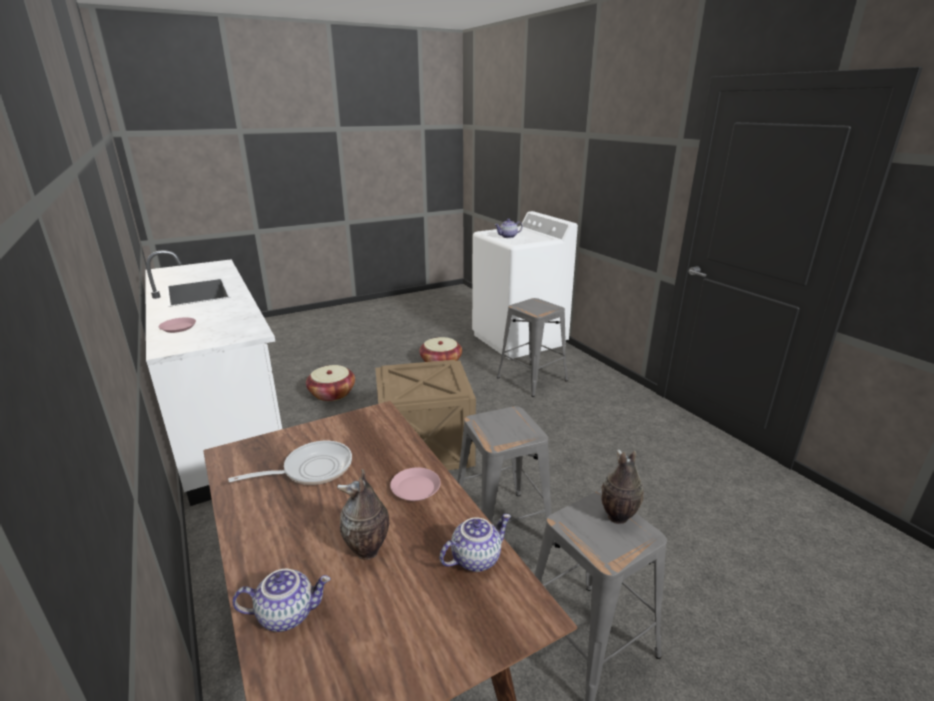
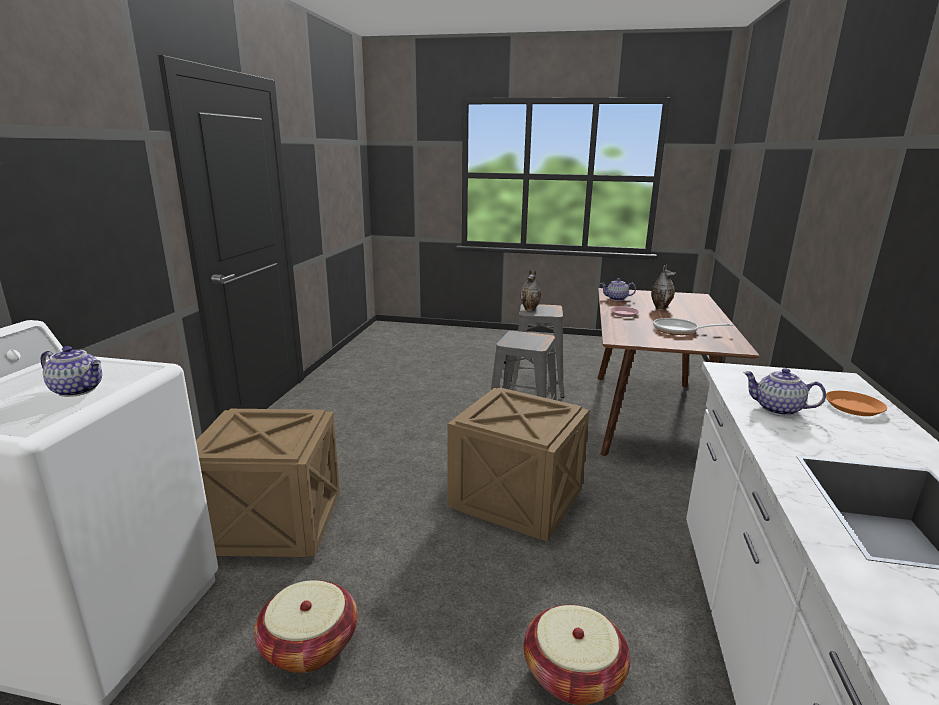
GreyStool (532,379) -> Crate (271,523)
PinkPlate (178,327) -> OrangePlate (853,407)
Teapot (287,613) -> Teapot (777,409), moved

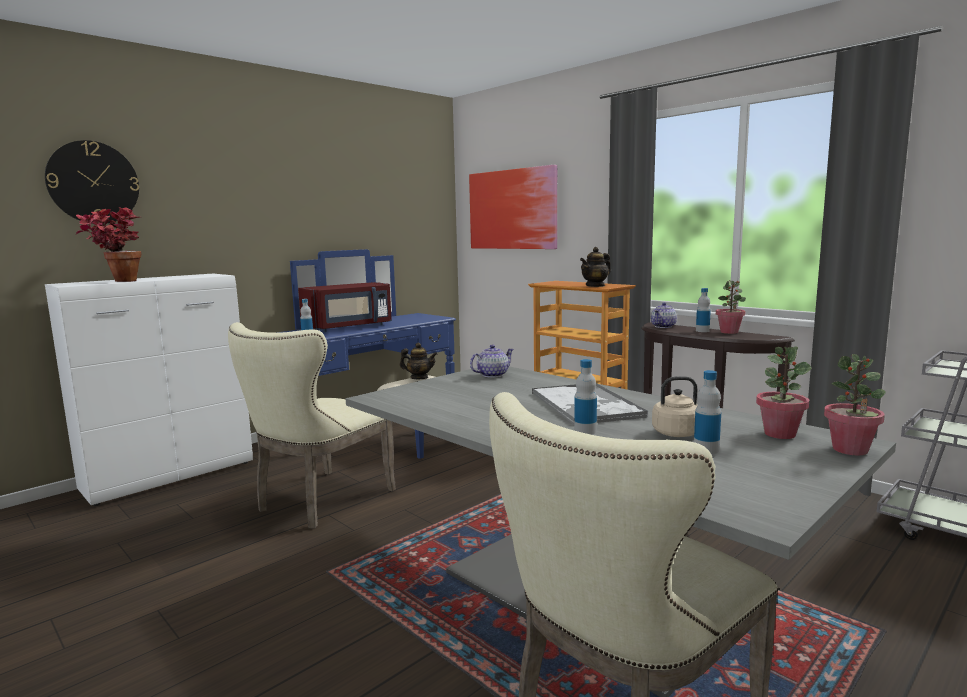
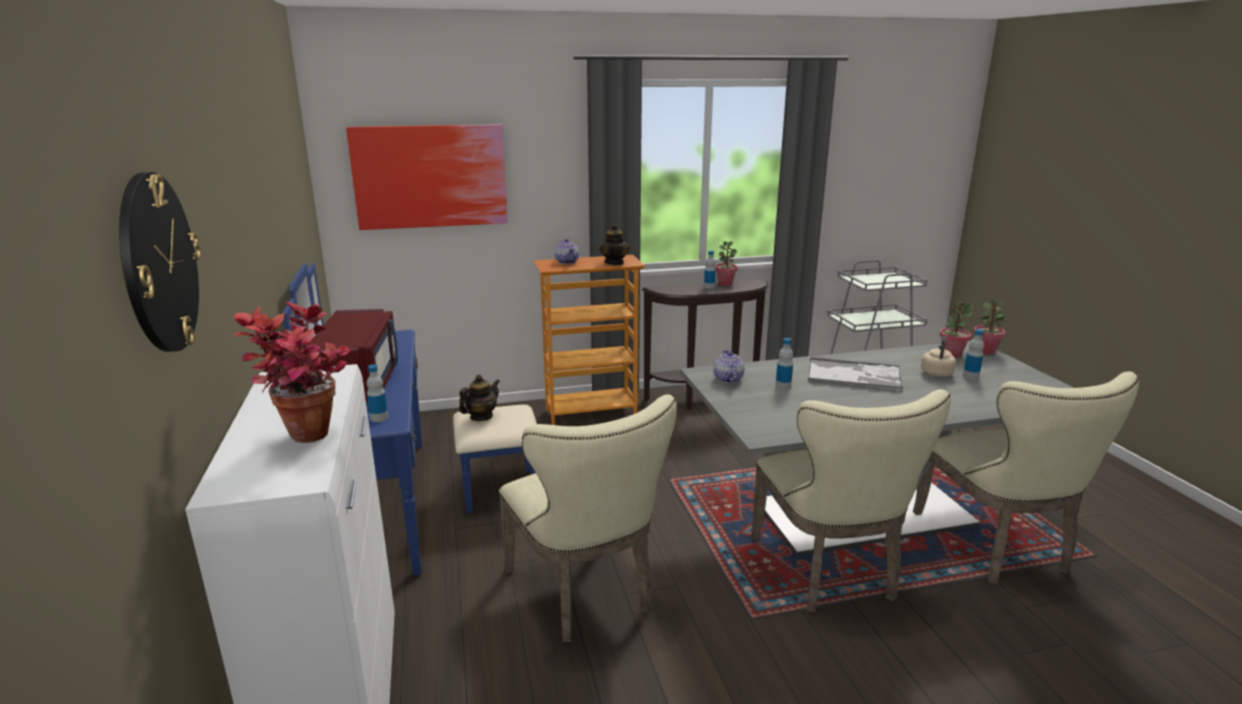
Teapot (663,326) -> Teapot (567,262), moved
Bottle (585,431) -> Bottle (783,386), moved
none -> BeigeChair (829,572)

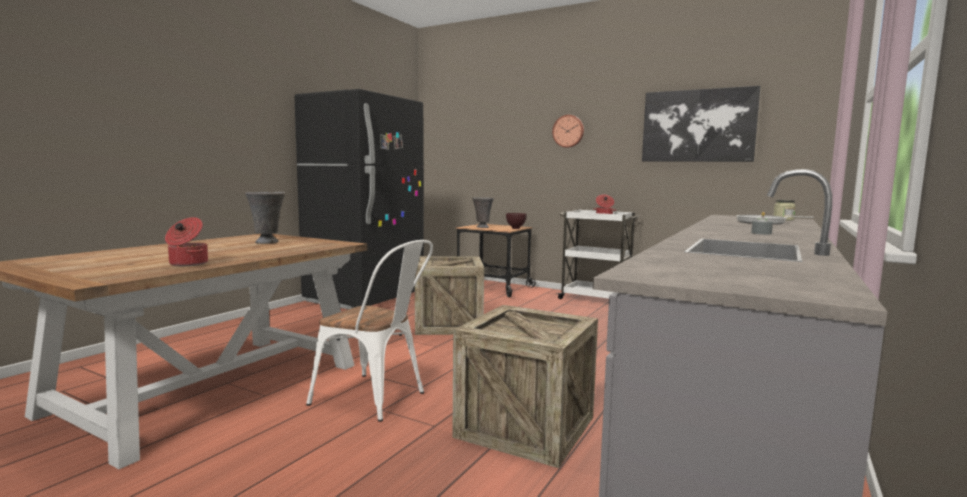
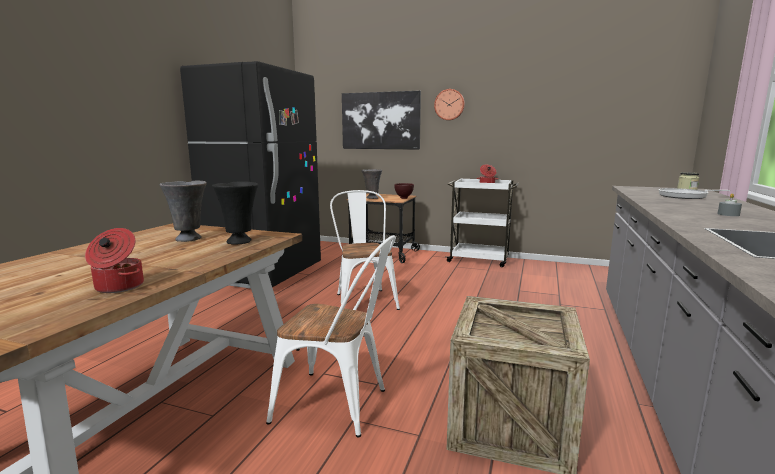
Picture (698,126) -> Picture (380,121), moved
Crate (448,324) -> WhiteChair (363,299)
none -> BlackVase (240,241)

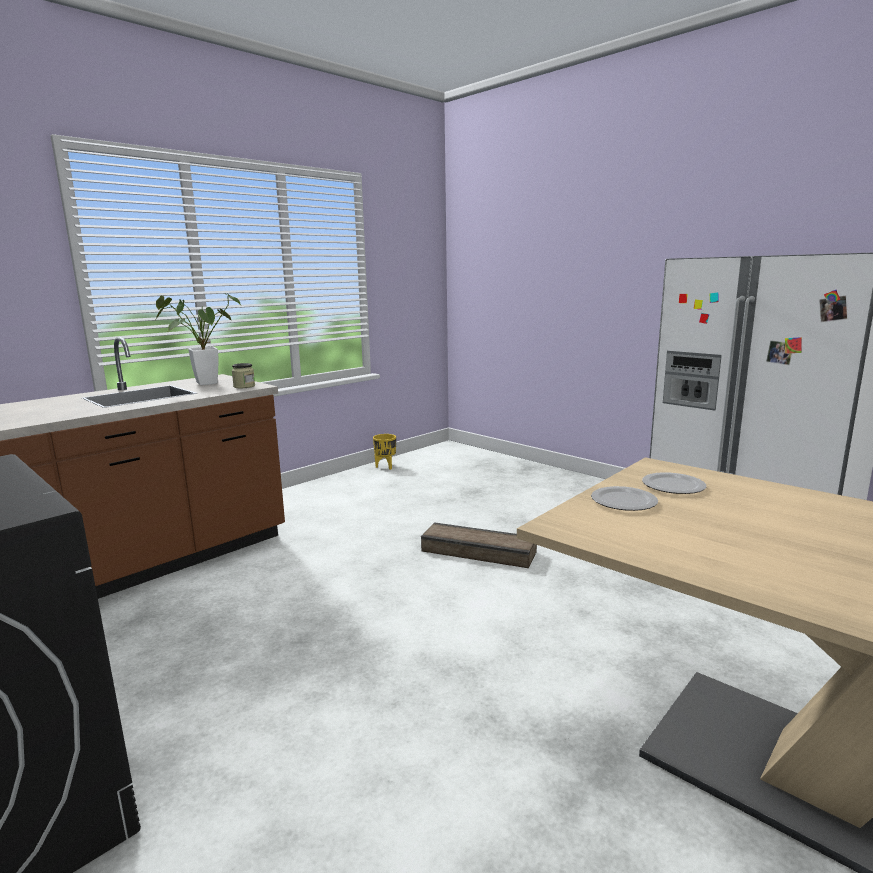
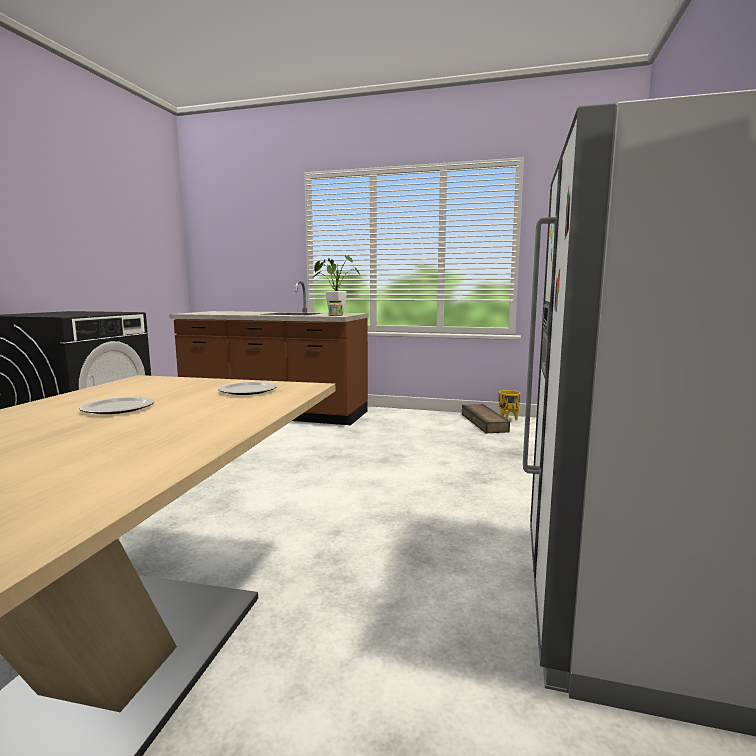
Plate (622,501) -> Plate (118,408), moved
Crate (478,550) -> Crate (484,422), moved

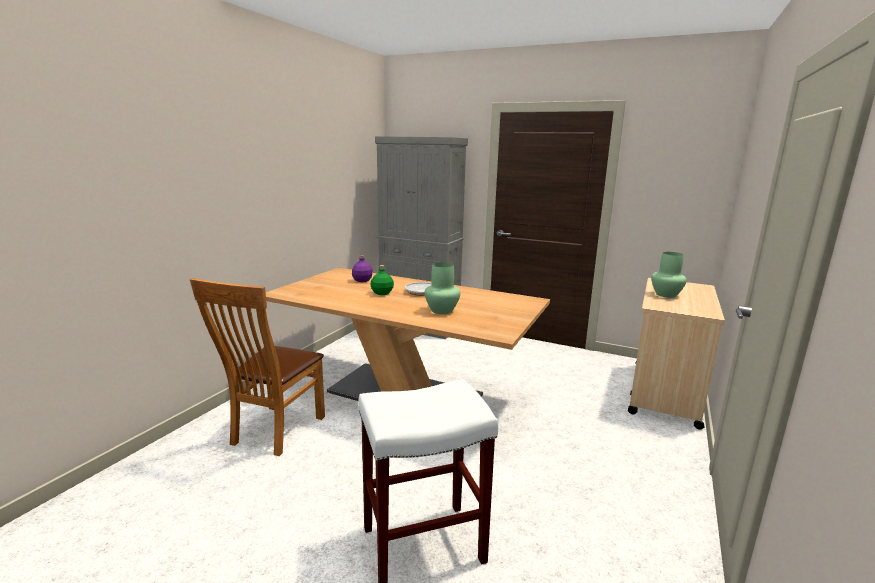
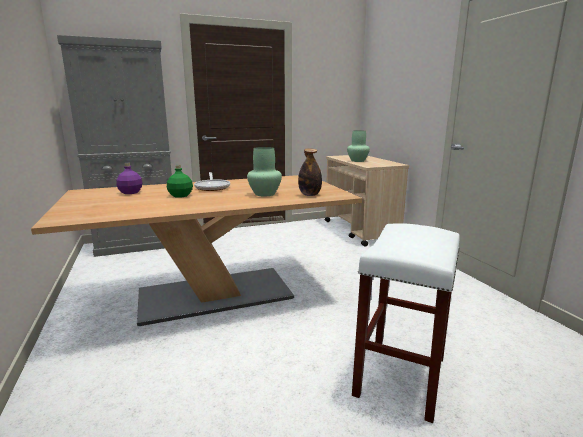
BrownChair (274,432) -> none
none -> Bottle (309,195)

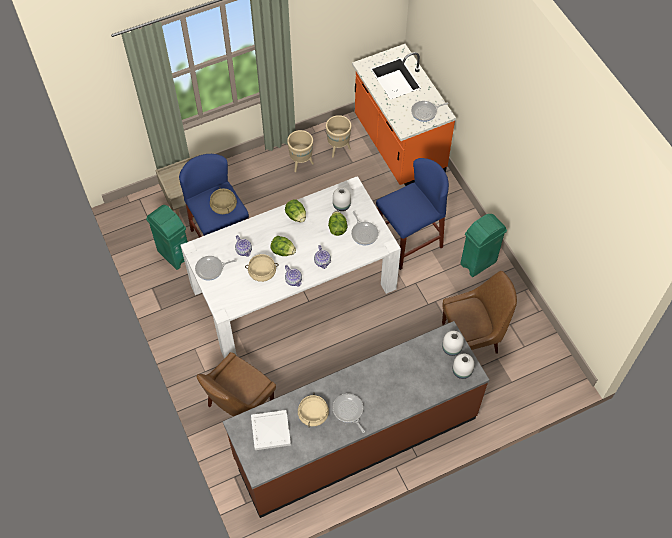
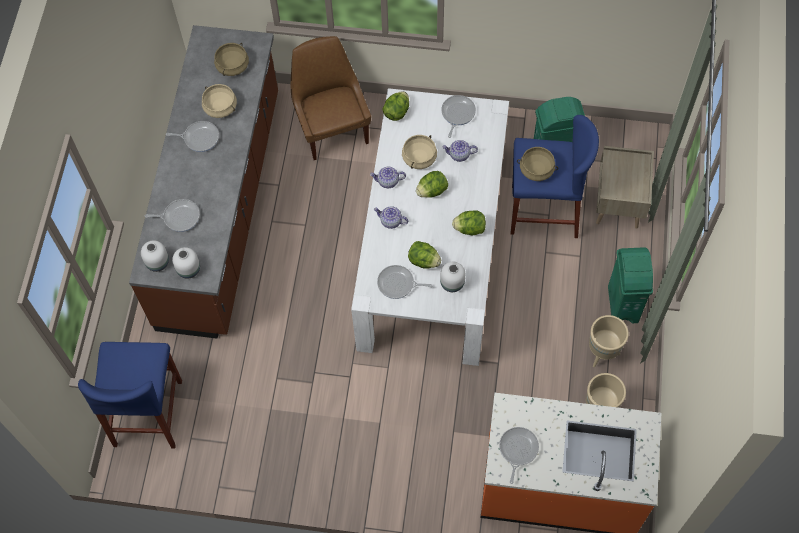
BlueStool (409,243) -> BlueStool (148,413), moved
GreenTrashCan (477,263) -> GreenTrashCan (623,304), moved
BrownChair (472,337) -> none
WhiteTray (271,430) -> BeigeCookingPot (233,66)
none -> Lettuce (396,112)
none -> FryingPan (179,217)

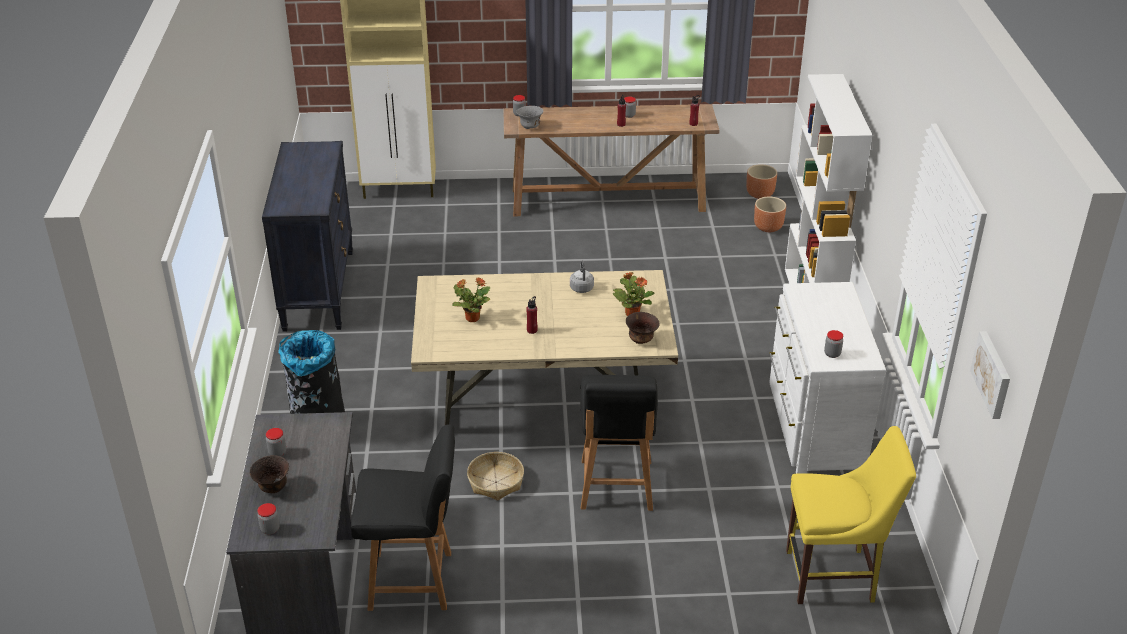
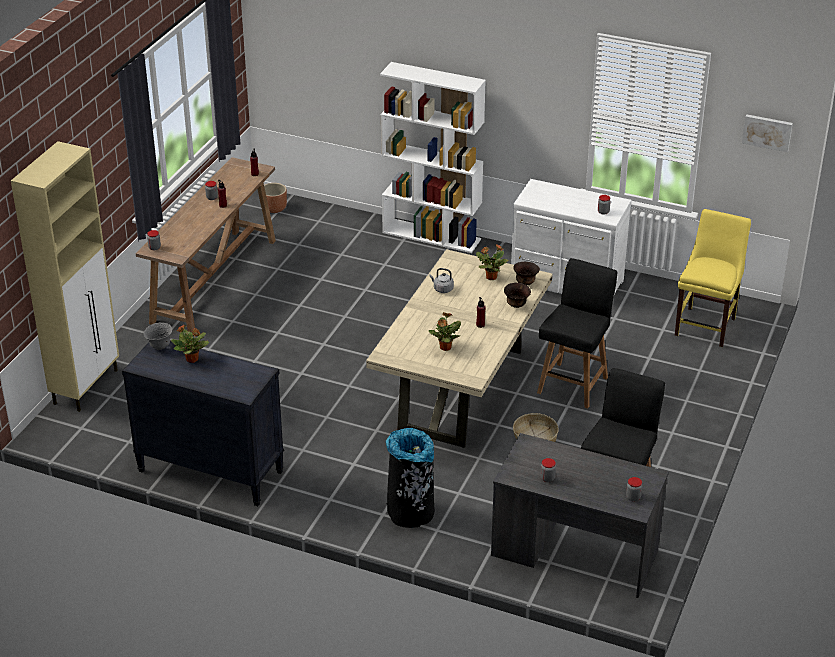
GreyBowl (530,127) -> GreyBowl (160,346), moved
BrownPlanter (768,227) -> none
BlackChair (616,486) -> BlackChair (573,384), 90 degrees counterclockwise
BrownBowl (273,488) -> BrownBowl (516,305), moved
none -> PottedPlant (192,359)

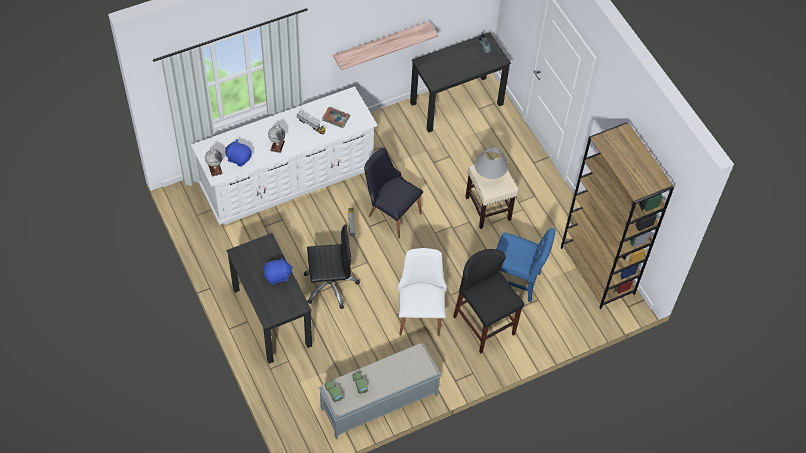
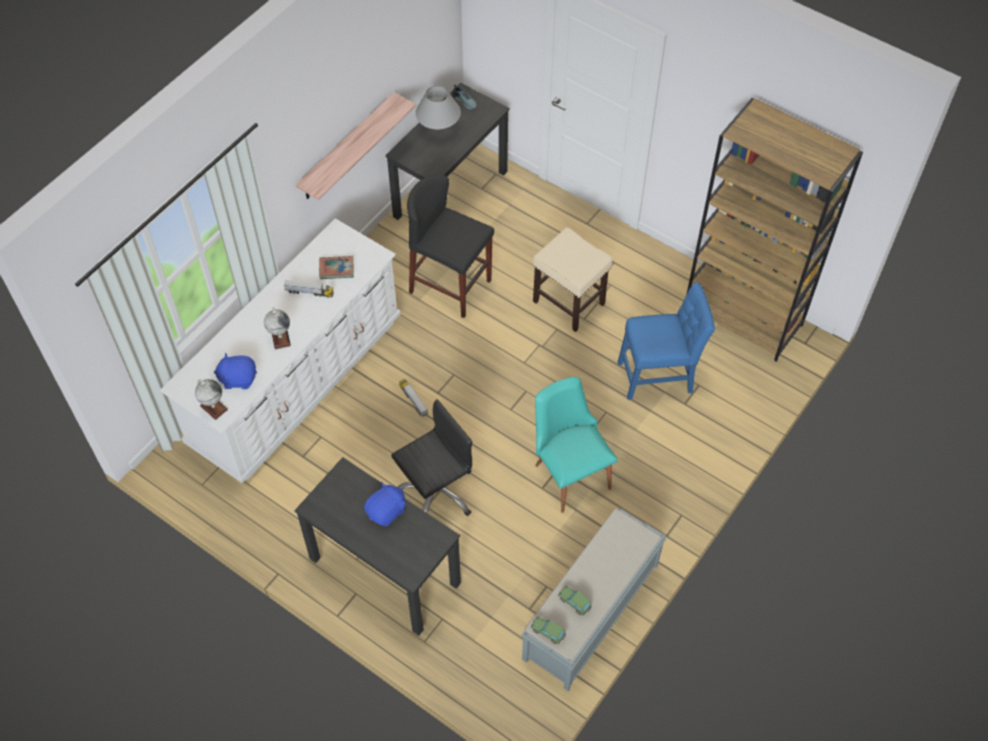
GreyTableLamp (489,175) -> GreyTableLamp (438,130), moved
BlackChair (390,212) -> none
WhiteChair (420,312) -> TurquoiseChair (569,470)
BlackStool (484,325) -> BlackStool (450,286), moved

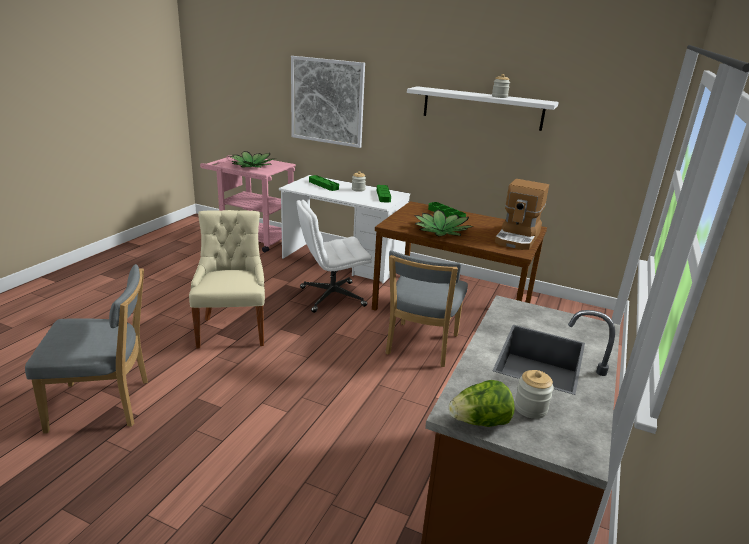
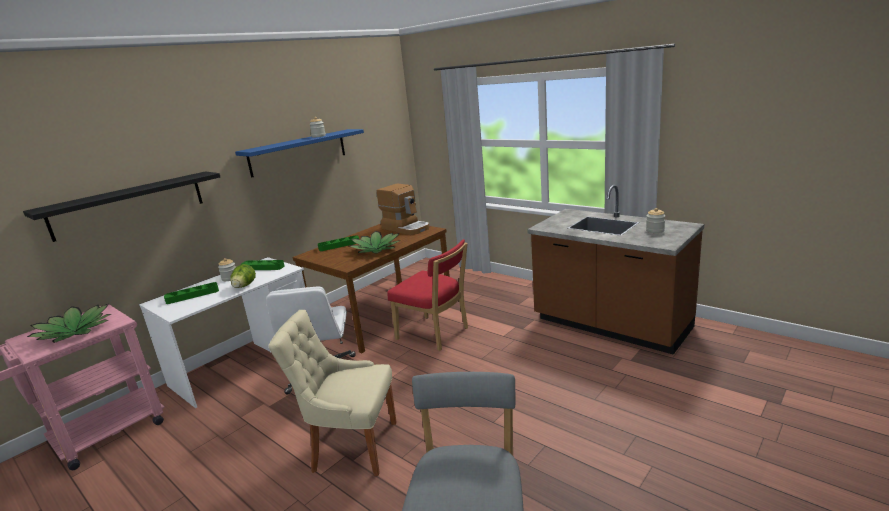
Picture (327,101) -> BlackShelf (129,204)
WhiteShelf (482,108) -> BlueShelf (298,152)
GreyChair (420,346) -> RedChair (435,334)
Lettuce (479,422) -> Lettuce (244,286), moved

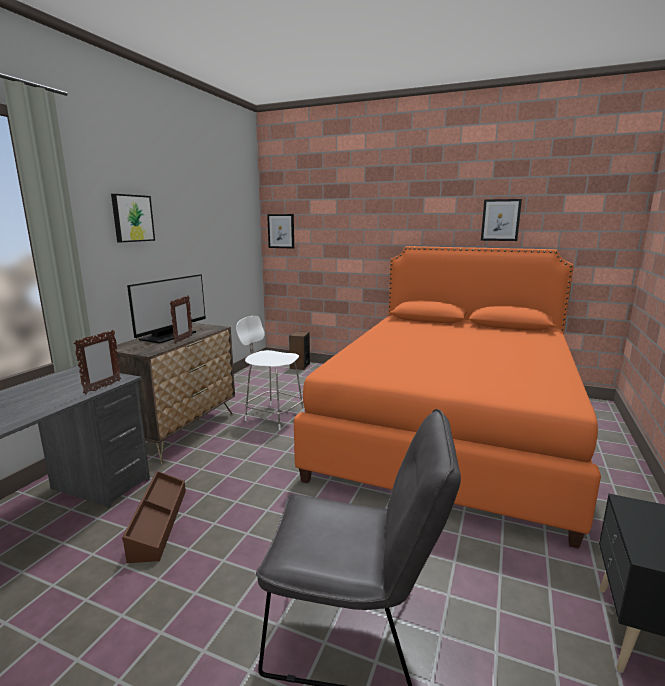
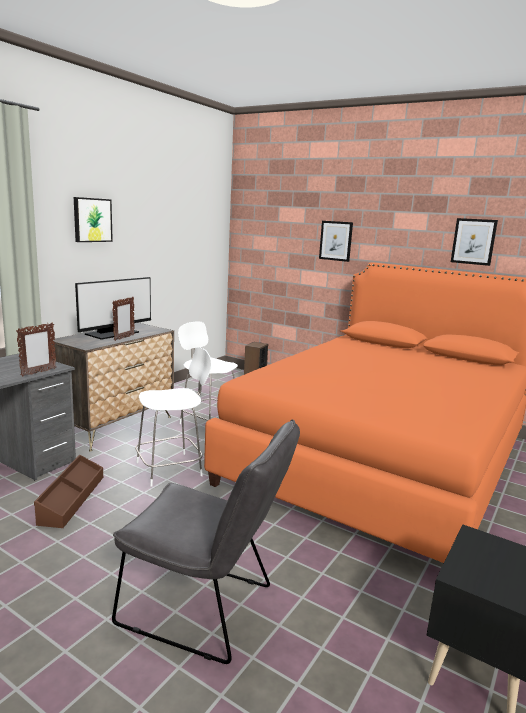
Picture (281,231) -> Picture (336,241), moved
none -> WhiteChair (171,468)

